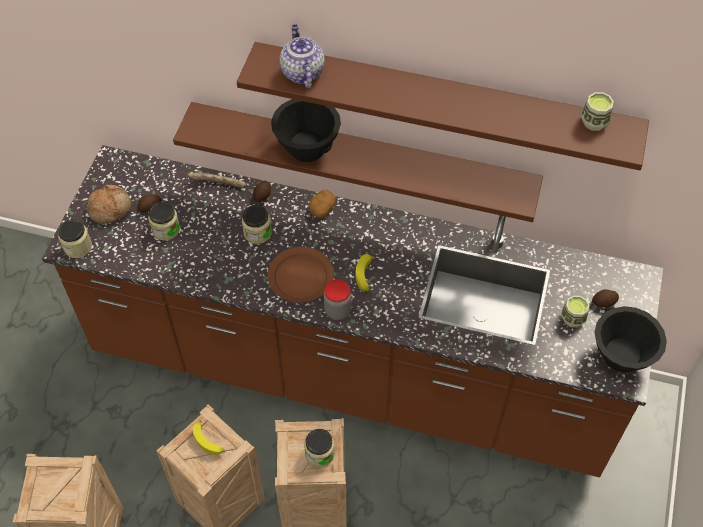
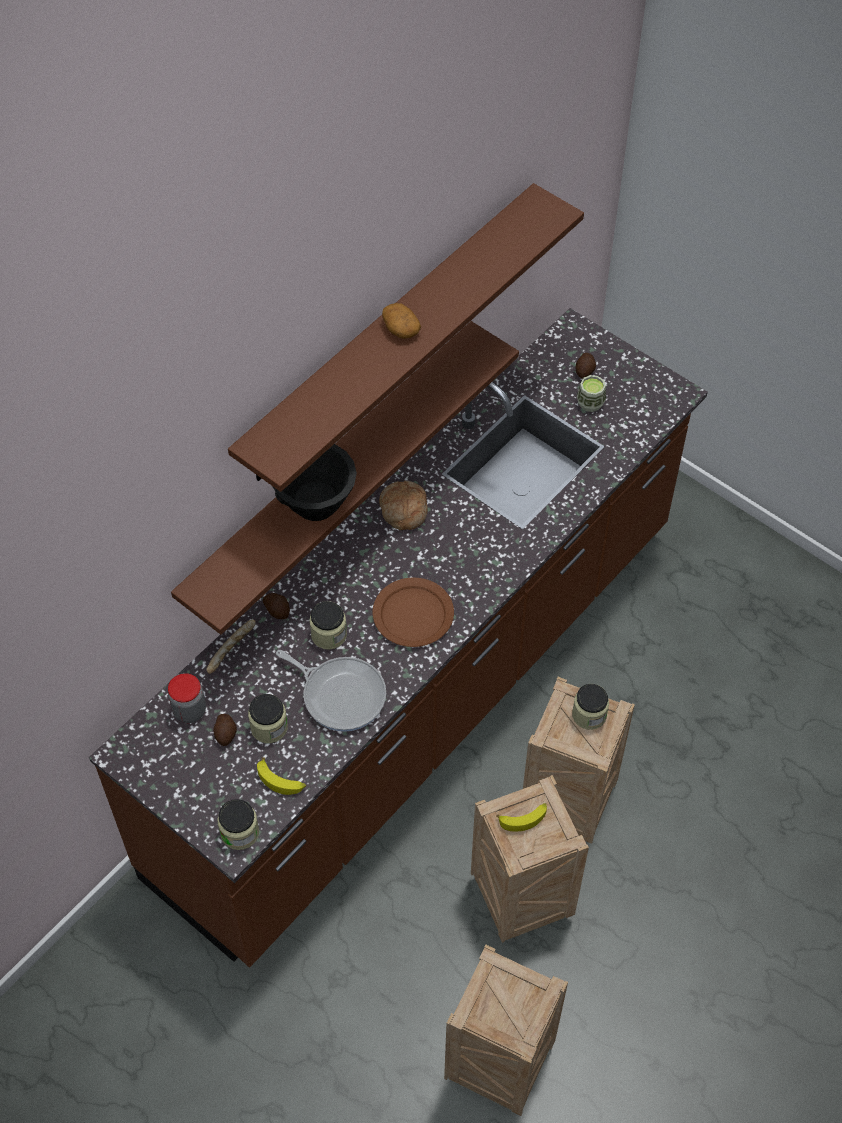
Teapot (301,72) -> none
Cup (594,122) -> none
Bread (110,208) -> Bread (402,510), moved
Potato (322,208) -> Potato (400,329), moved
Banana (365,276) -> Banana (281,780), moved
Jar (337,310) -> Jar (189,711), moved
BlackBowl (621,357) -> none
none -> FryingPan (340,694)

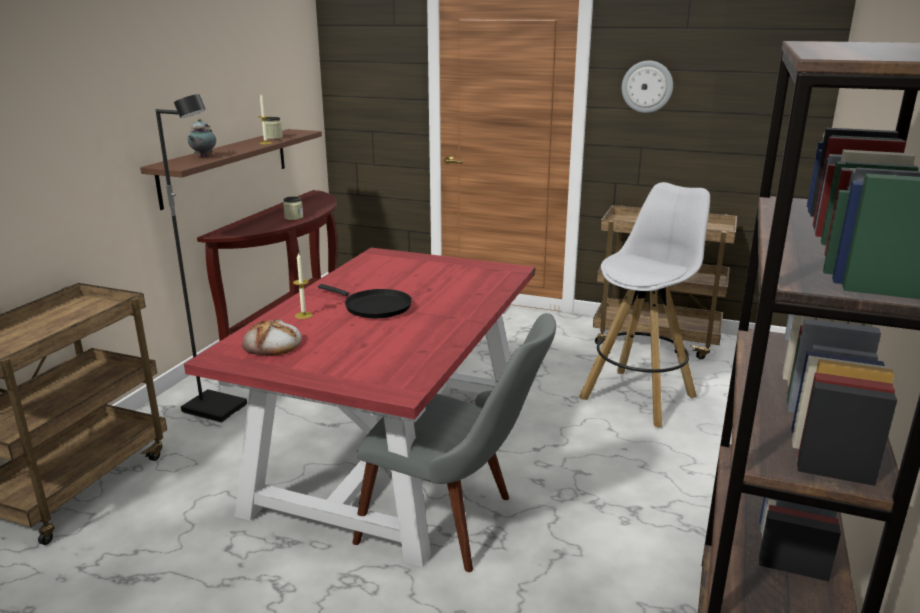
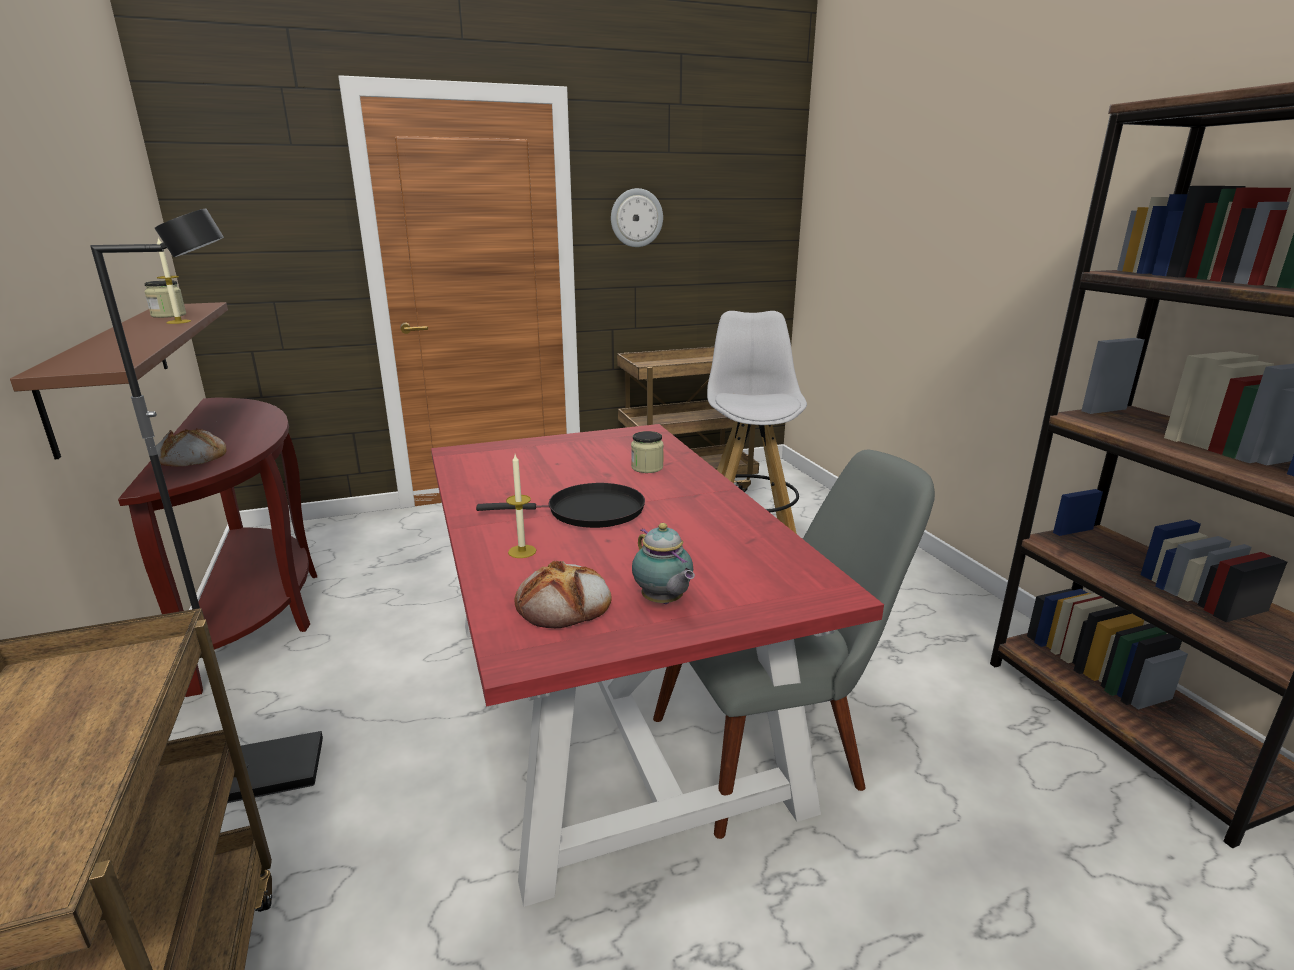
Teapot (203,157) -> Teapot (663,602), moved
Jar (293,217) -> Jar (647,467), moved
none -> Bread (190,457)

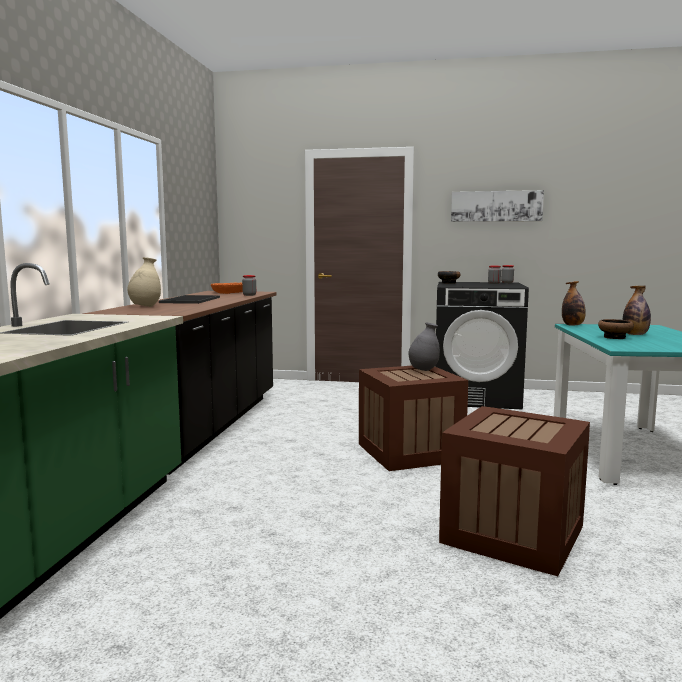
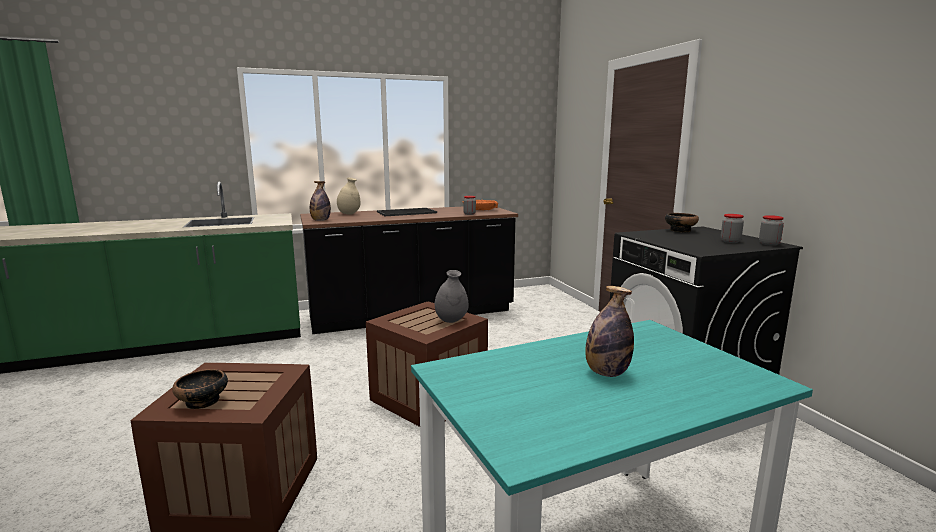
Picture (496,206) -> none
Bottle (573,325) -> Bottle (320,220), moved
Bowl (615,337) -> Bowl (203,402), moved

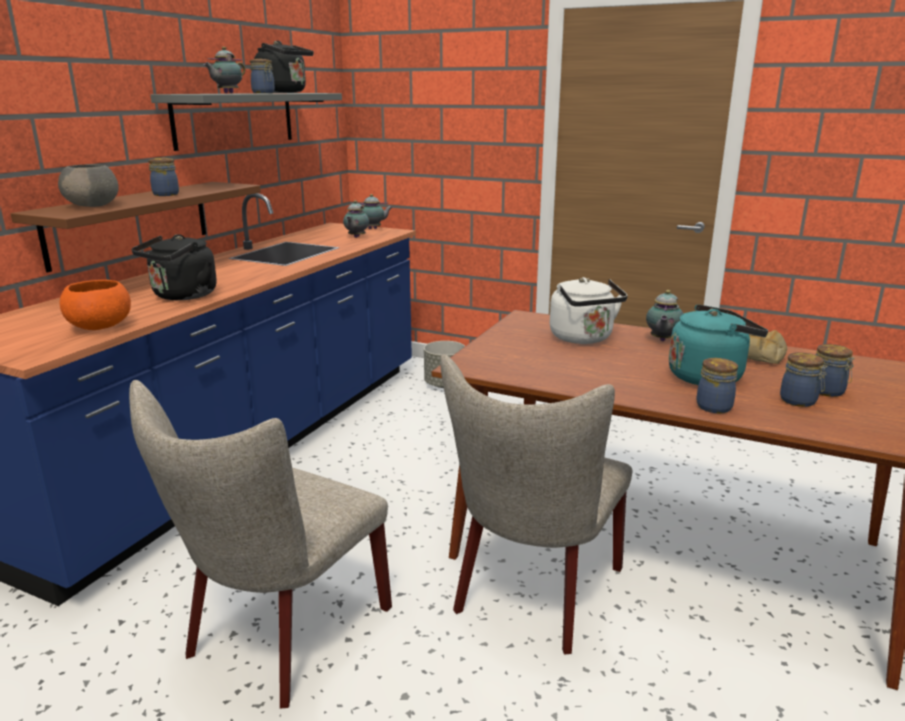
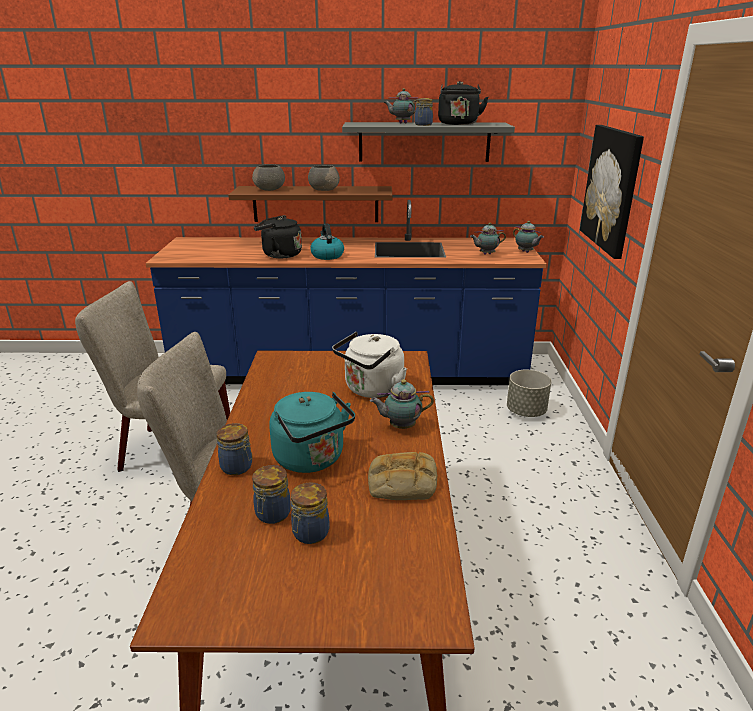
Jar (166,194) -> GreyBowl (324,190)
OrangeBowl (100,327) -> none
none -> Picture (612,189)
none -> Kettle (327,255)

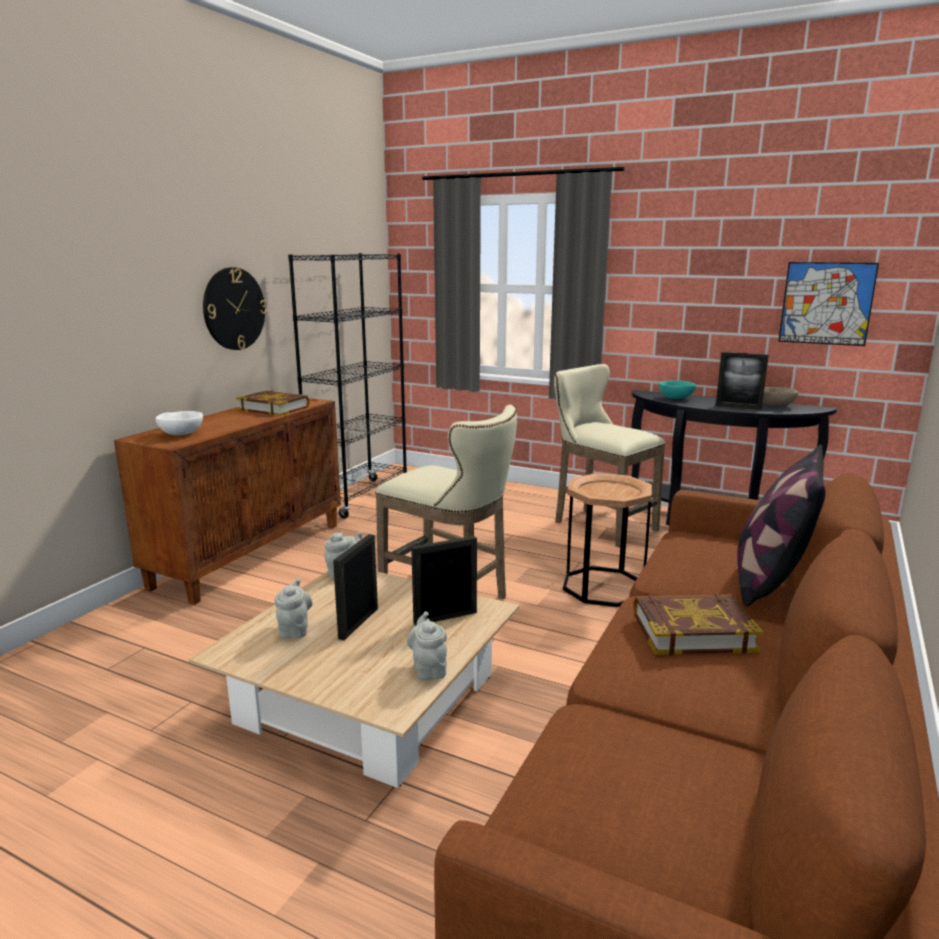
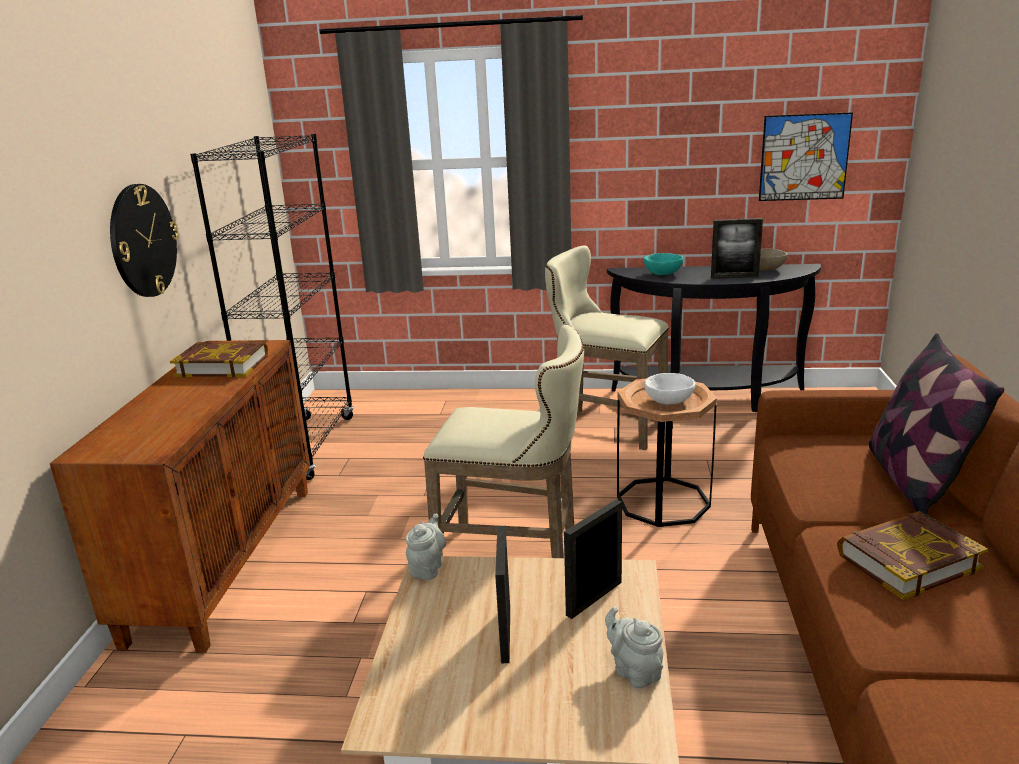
WhiteBowl (182,434) -> WhiteBowl (669,401), moved
GreyTeapot (294,629) -> none

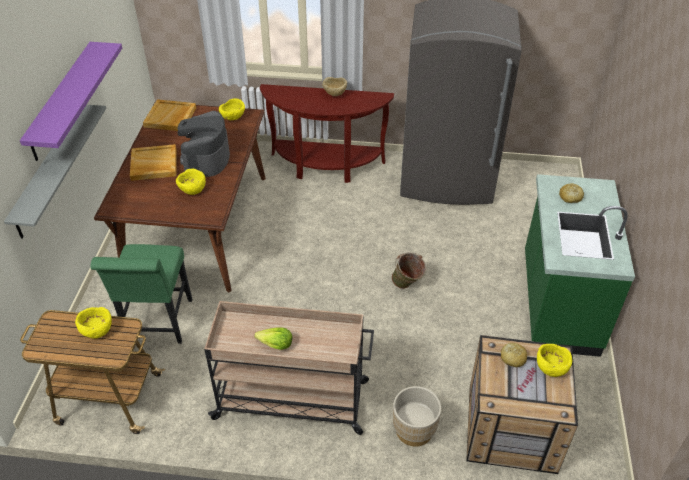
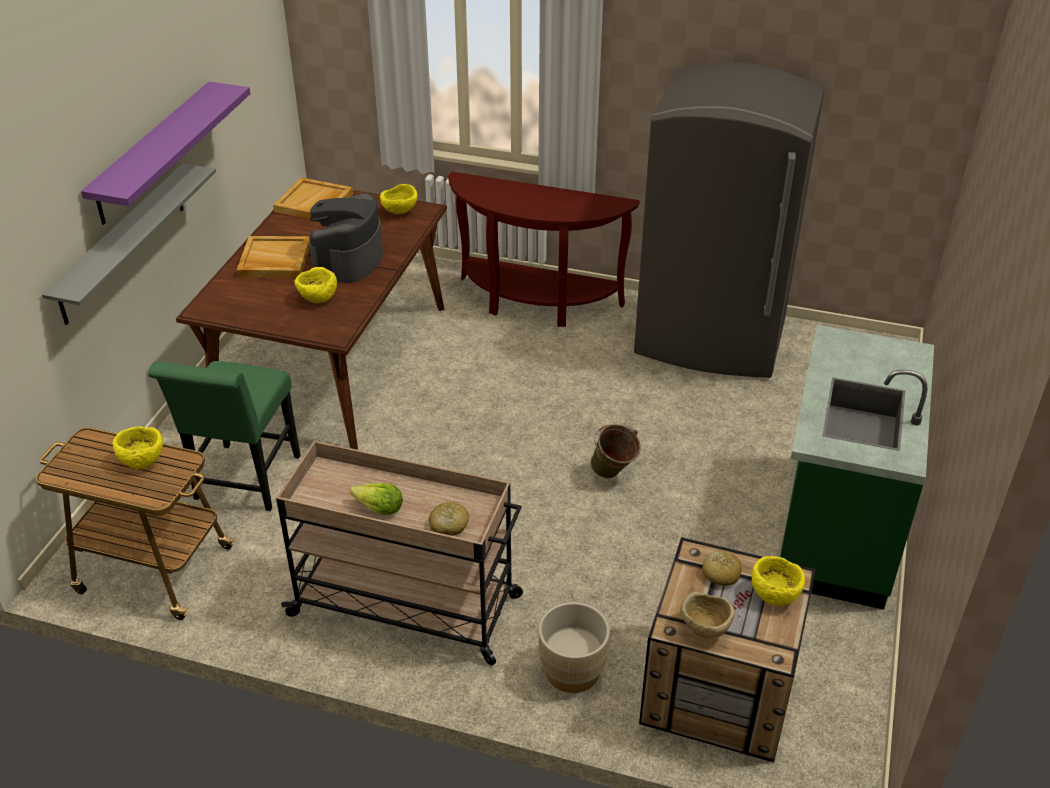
BeigeBowl (334,95) -> BeigeBowl (704,630), moved
Bread (570,197) -> Bread (449,525), moved

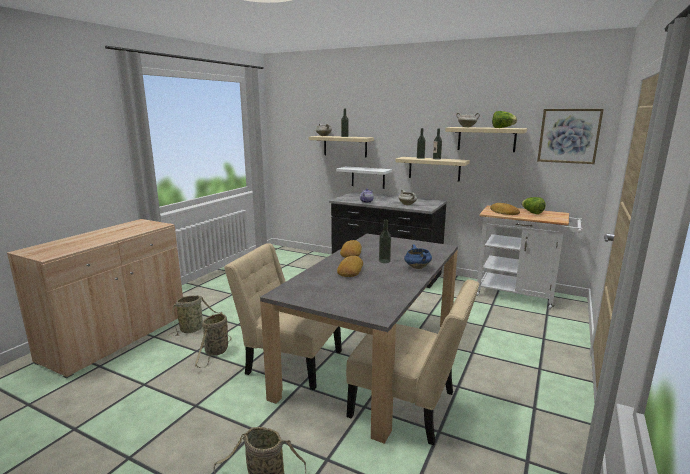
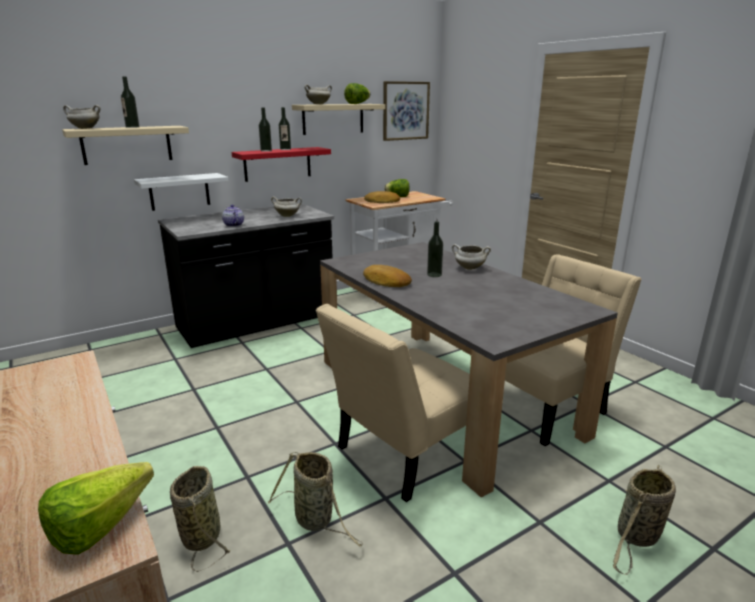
BeigeShelf (434,169) -> RedShelf (277,164)
BlueCookingPot (417,267) -> WhiteCookingPot (469,268)
Bread (349,270) -> none
none -> Lettuce (110,523)

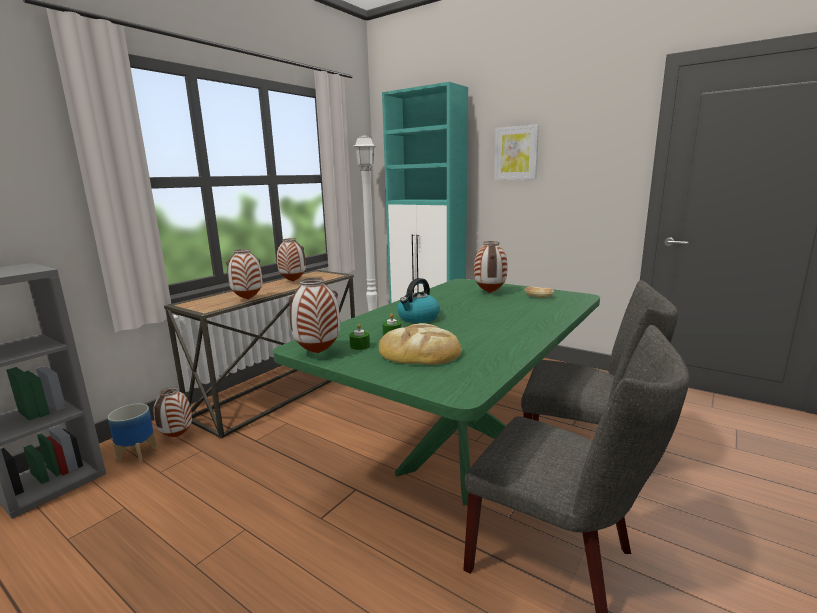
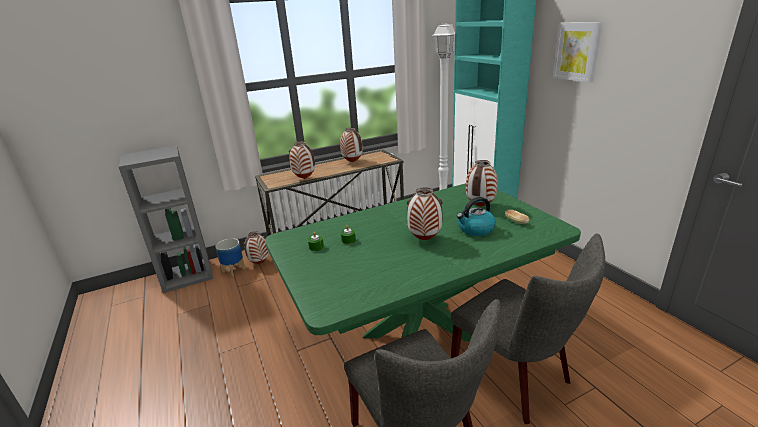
Vase (317,353) -> Vase (424,240), moved
Kettle (418,318) -> Kettle (475,229), moved
Bread (419,351) -> none

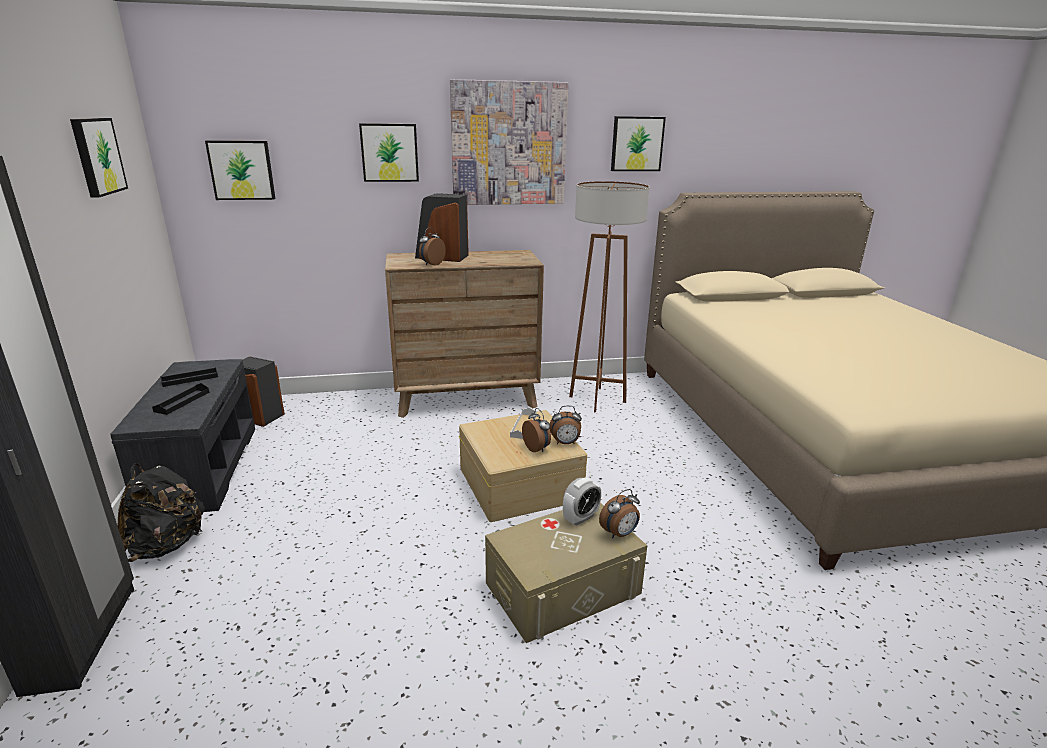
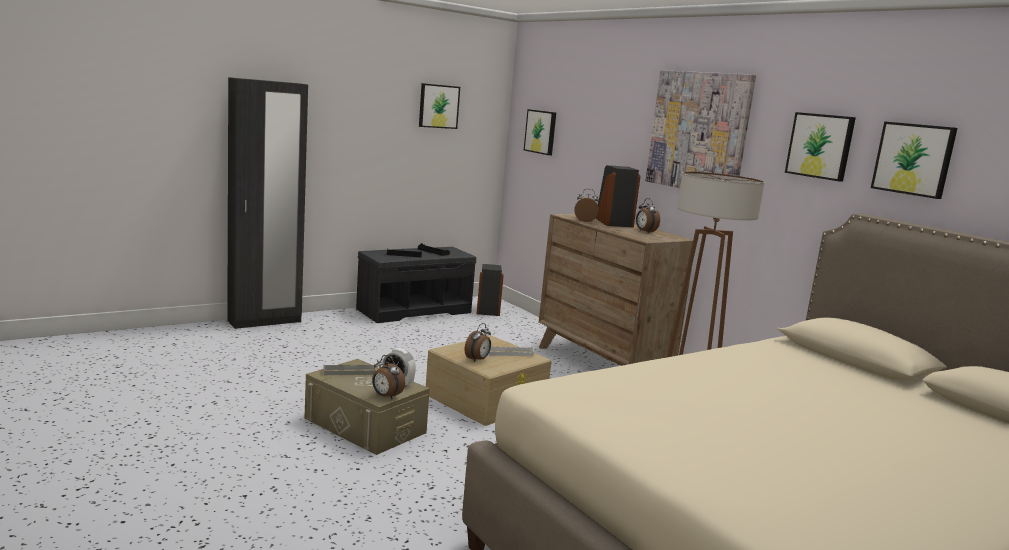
Picture (389,152) -> Picture (914,159), moved
AlarmClock (565,443) -> AlarmClock (645,232), moved
BlackBackpack (166,545) -> none
none -> GreyTray (349,372)

